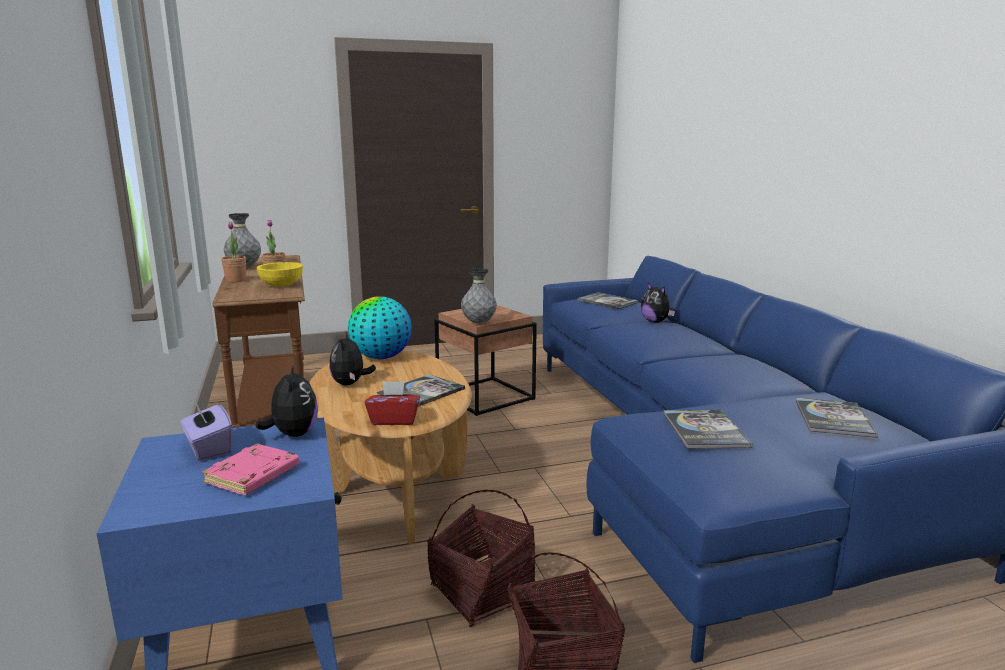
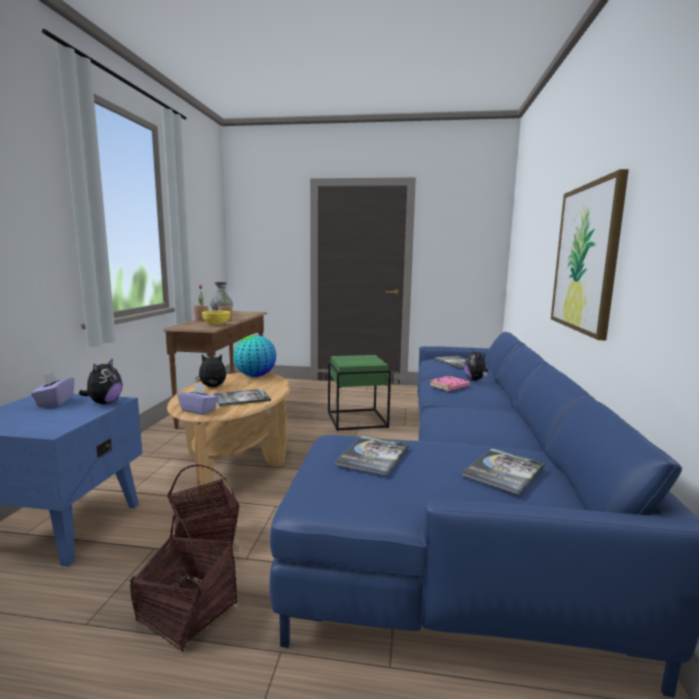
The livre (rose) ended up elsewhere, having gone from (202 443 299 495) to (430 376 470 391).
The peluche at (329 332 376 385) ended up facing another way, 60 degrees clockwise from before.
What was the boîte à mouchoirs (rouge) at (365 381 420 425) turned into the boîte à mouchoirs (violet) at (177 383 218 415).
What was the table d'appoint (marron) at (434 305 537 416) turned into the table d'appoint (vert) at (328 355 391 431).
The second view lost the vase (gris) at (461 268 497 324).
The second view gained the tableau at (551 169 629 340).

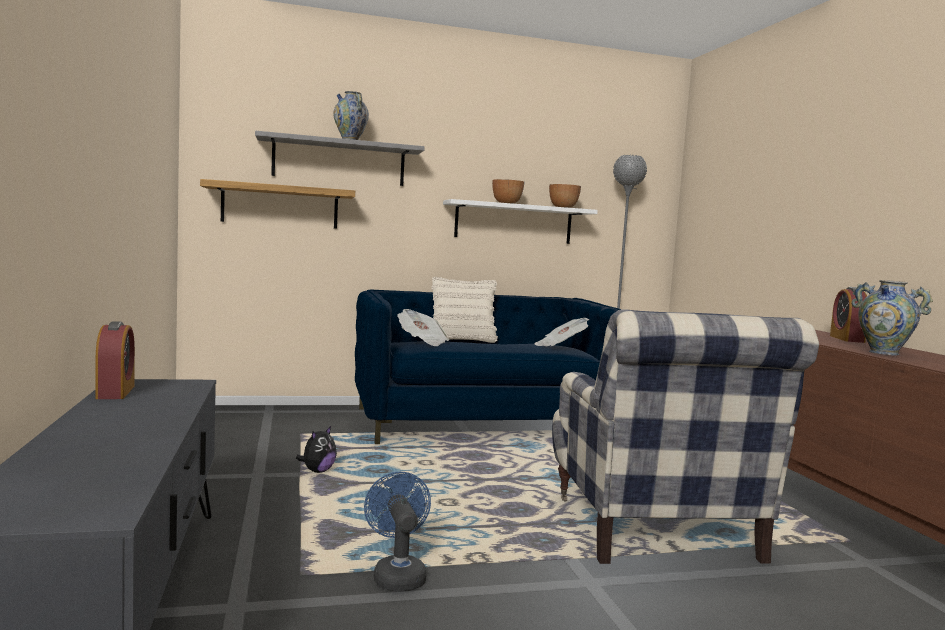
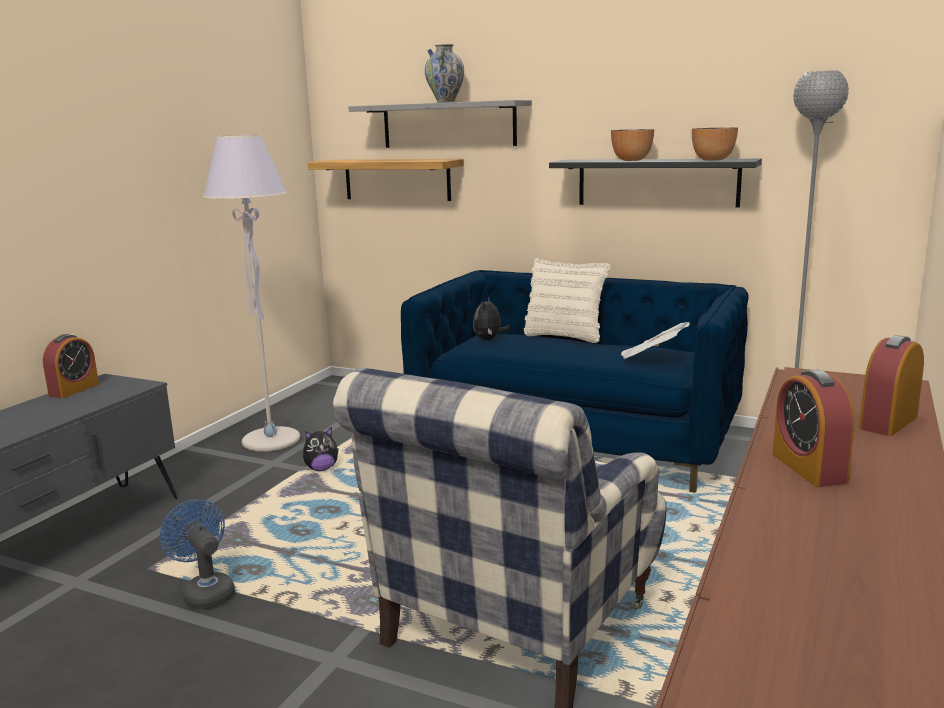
The ventilateur (bleu) at (364 472 431 591) ended up facing another way, 60 degrees counterclockwise from before.
Where the journal stood at (397 309 449 346), the peluche came to stand at (473 296 511 340).
What was the étagère (blanc) at (443 199 598 244) turned into the étagère (noir) at (549 159 762 208).
Where the vase stood at (851 280 933 355), the réveil came to stand at (773 370 855 487).
The second view gained the lampadaire (gris) at (203 135 300 452).

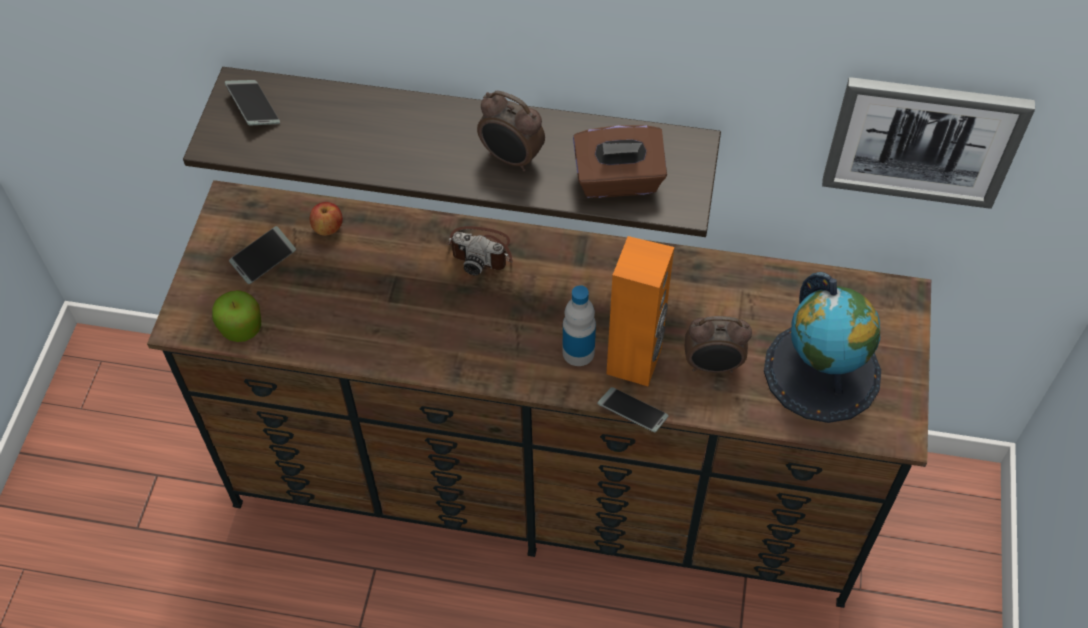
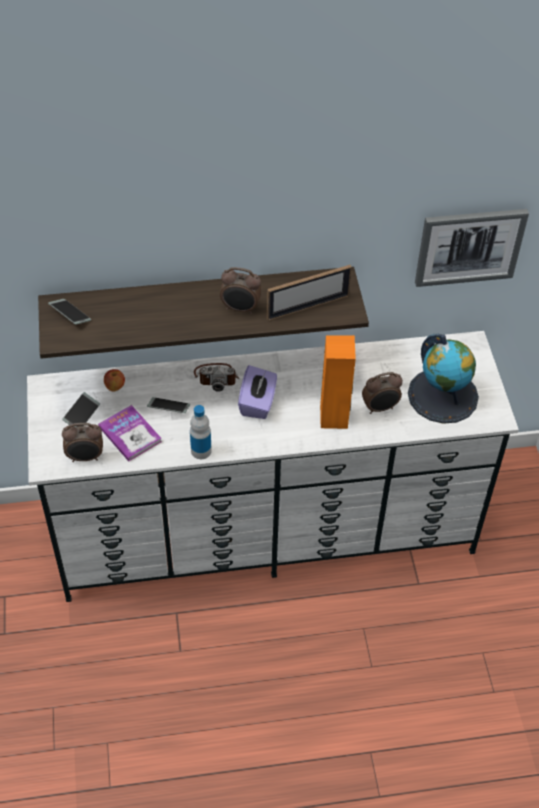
What was the commode (marron) at (147 180 931 608) turned into the commode (blanc) at (27 331 519 602).
Where the pomme stood at (212 290 261 342), the réveil came to stand at (62 423 103 462).
The bouteille ended up elsewhere, having gone from (563 285 596 366) to (190 405 212 459).
Where the boîte à mouchoirs (marron) stood at (573 125 667 198), the cadre photo came to stand at (267 265 352 321).
The téléphone ended up elsewhere, having gone from (597 387 669 432) to (147 397 190 413).
The second view gained the livre at (98 405 162 461).
The second view gained the boîte à mouchoirs (violet) at (238 365 277 419).

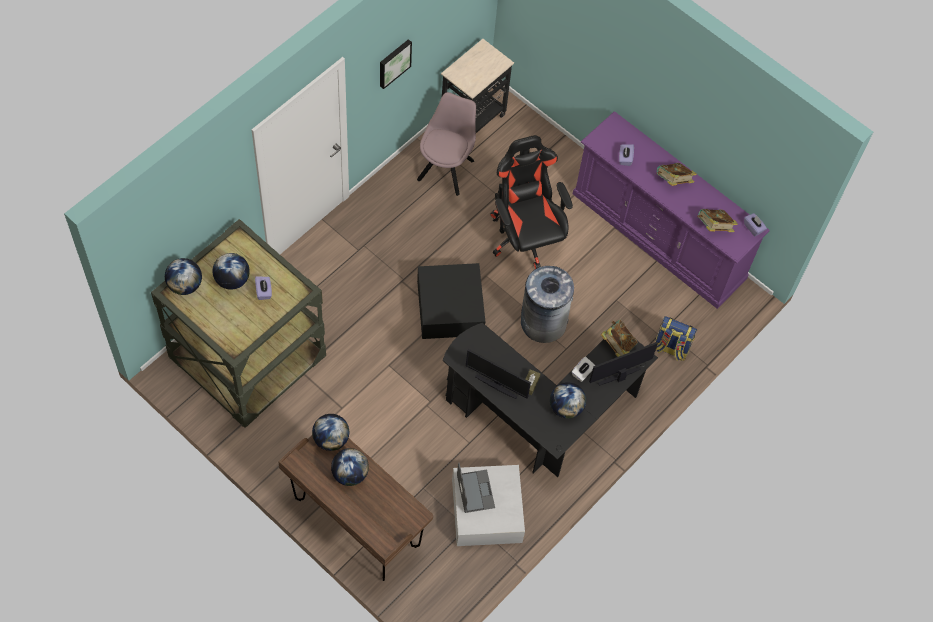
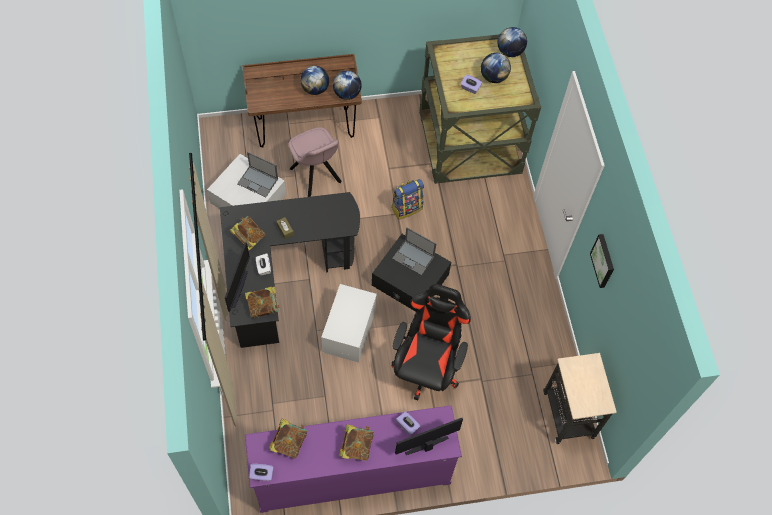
The chaise (rose) ended up elsewhere, having gone from (417 92 476 196) to (289 127 341 197).
The écran d'ordinateur ended up elsewhere, having gone from (466 349 531 399) to (395 418 463 455).
The chaise de bureau (noir) at (490 135 573 269) ended up facing another way, 90 degrees counterclockwise from before.
Where the poubelle (gris) stood at (521 264 574 343), the boîte de rangement (blanc) came to stand at (321 284 377 363).
Where the globe stood at (550 382 586 419), the livre came to stand at (230 216 265 251).
The sac à dos ended up elsewhere, having gone from (655 316 697 361) to (391 179 424 219).
The second view gained the ordinateur portable at (392 227 436 275).

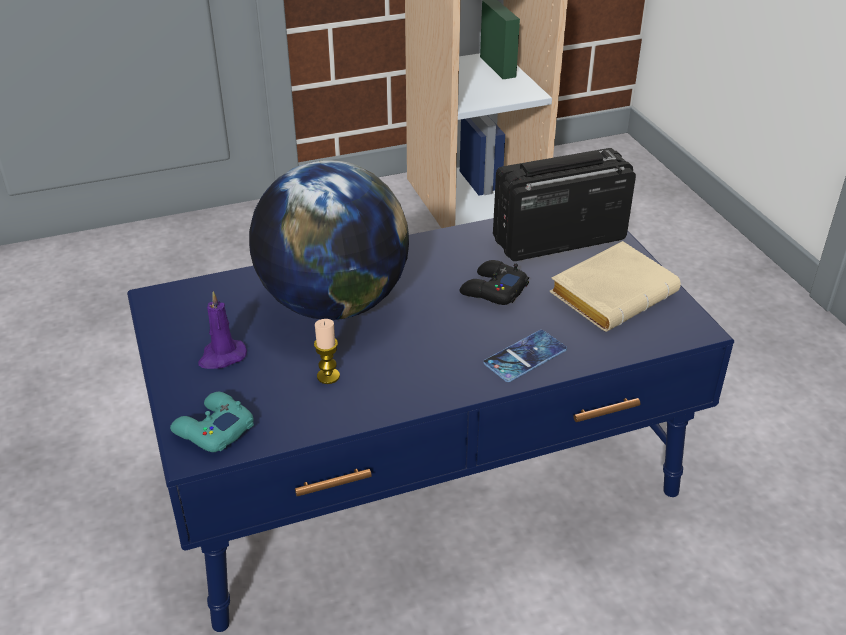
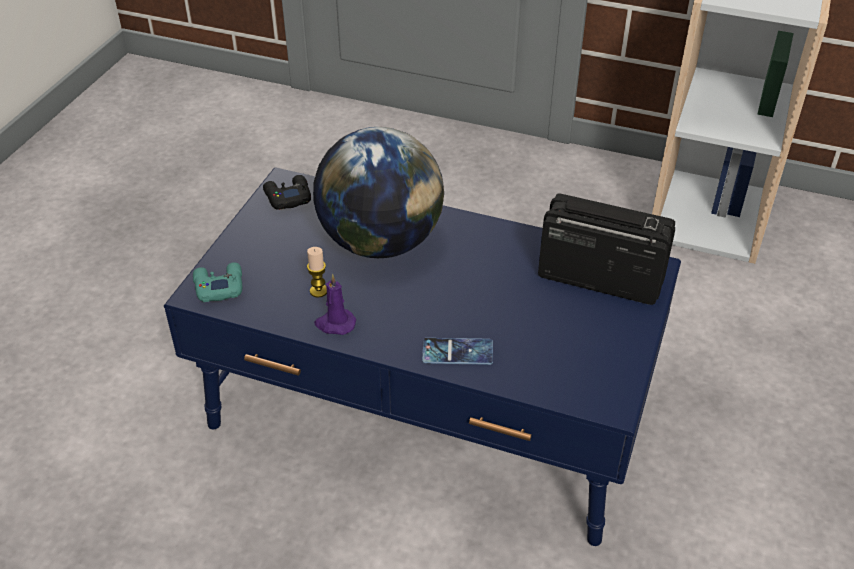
The bougie (violet) ended up elsewhere, having gone from (198 291 247 369) to (314 274 356 335).
The manette (noir) ended up elsewhere, having gone from (460 260 529 305) to (263 175 311 210).
The second view lost the livre (beige) at (549 241 681 332).

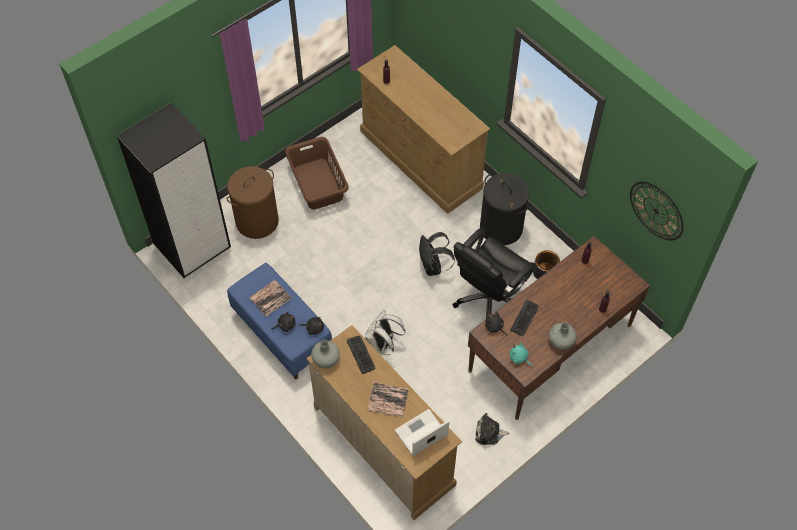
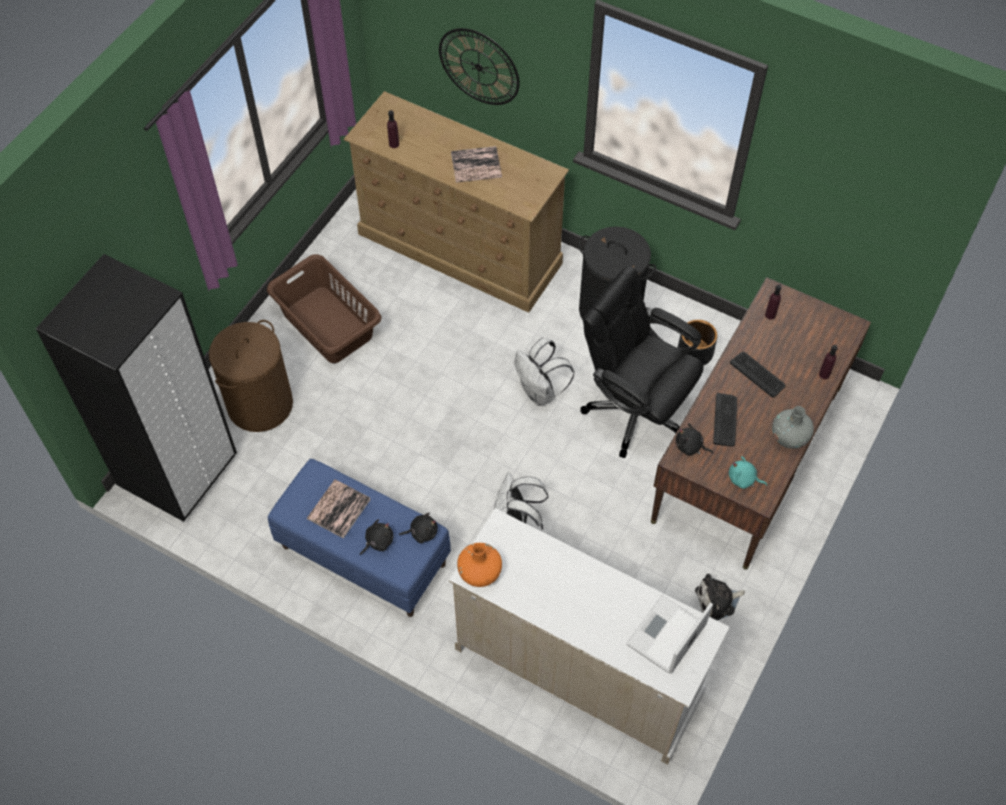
What was the commode (marron) at (306 325 462 520) turned into the commode (blanc) at (449 508 730 765).
What was the vase (gris) at (311 340 340 368) turned into the vase (orange) at (457 543 502 587).
The clavier ended up elsewhere, having gone from (347 336 375 374) to (730 352 786 398).
The livre ended up elsewhere, having gone from (367 383 409 418) to (451 146 502 183).
What was the sac à dos (noir) at (419 232 455 276) turned into the sac à dos (blanc) at (514 338 575 406).
The chaise de bureau (noir) at (452 228 535 319) ended up facing another way, 105 degrees clockwise from before.
The horloge murale ended up elsewhere, having gone from (630 181 684 241) to (439 28 520 105).

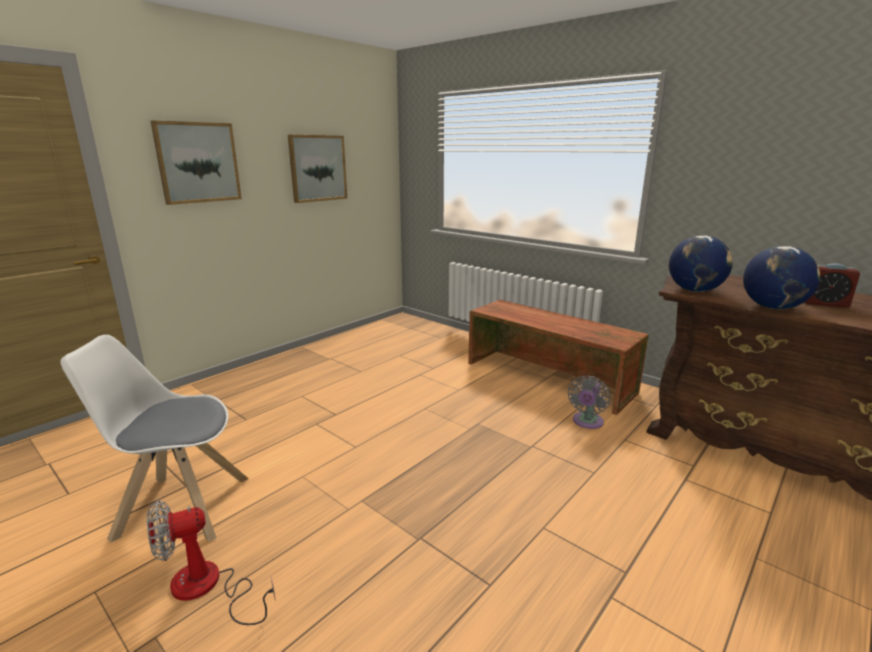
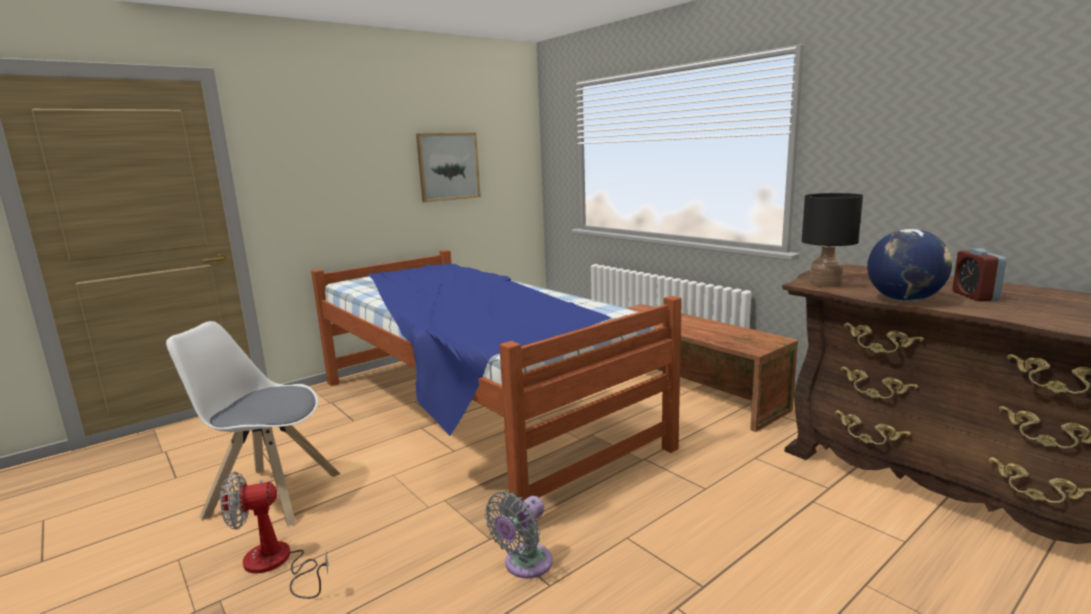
The second view lost the tableau at (151 121 242 205).
The ventilateur (gris) ended up elsewhere, having gone from (568 375 611 429) to (485 491 553 578).
Where the globe stood at (669 235 733 292), the lampe de table (noir) came to stand at (802 193 863 287).
The réveil at (805 263 860 308) ended up facing another way, 60 degrees clockwise from before.
The second view gained the lit at (311 250 682 532).

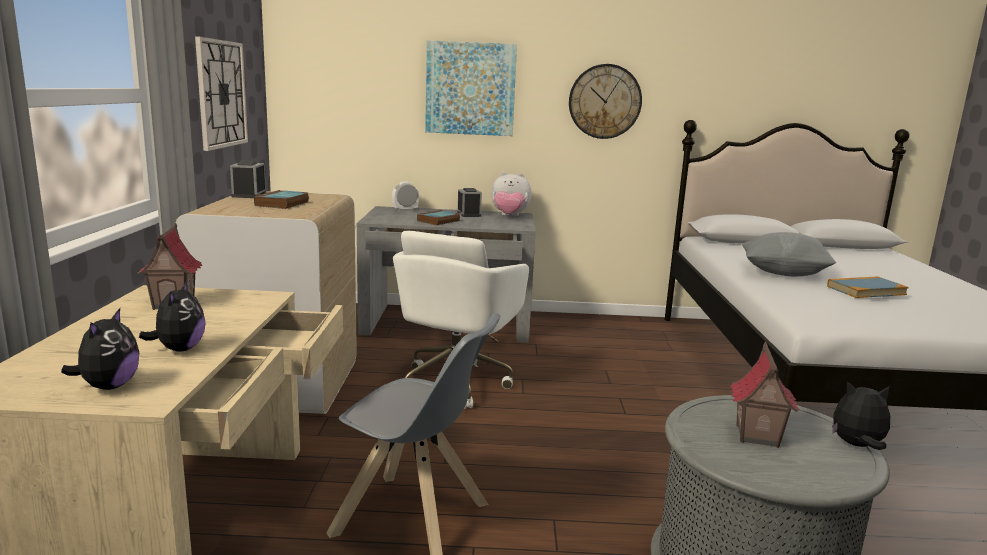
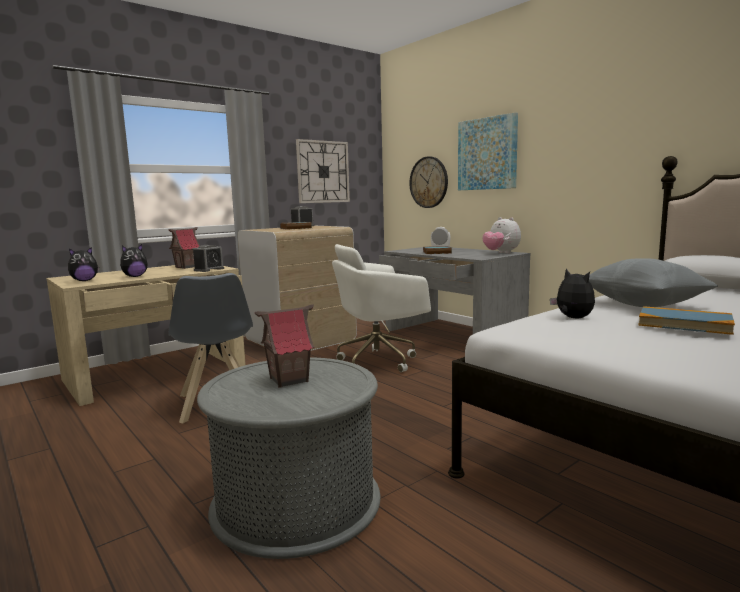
The réveil ended up elsewhere, having gone from (457 188 482 217) to (193 245 224 272).
The horloge murale ended up elsewhere, having gone from (569 64 642 139) to (410 156 448 208).
The peluche ended up elsewhere, having gone from (833 381 890 450) to (550 269 595 318).

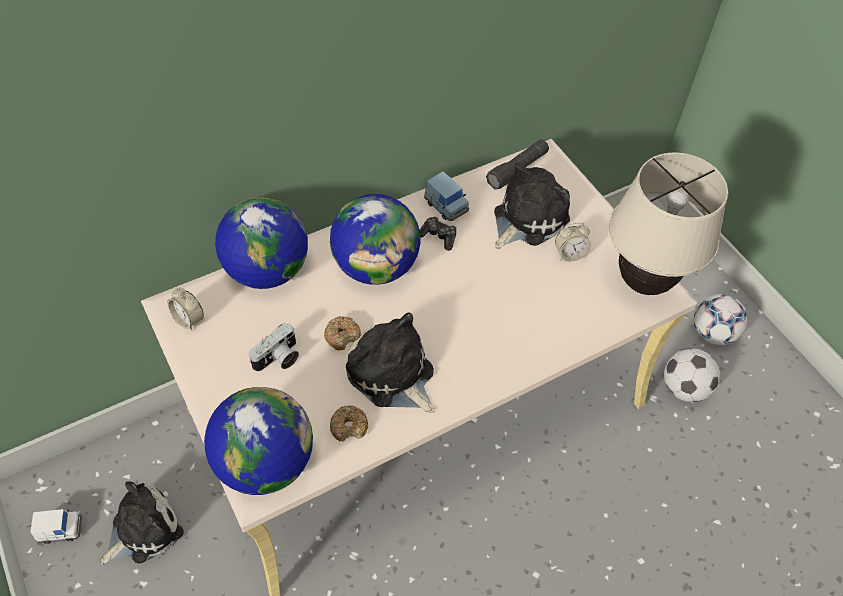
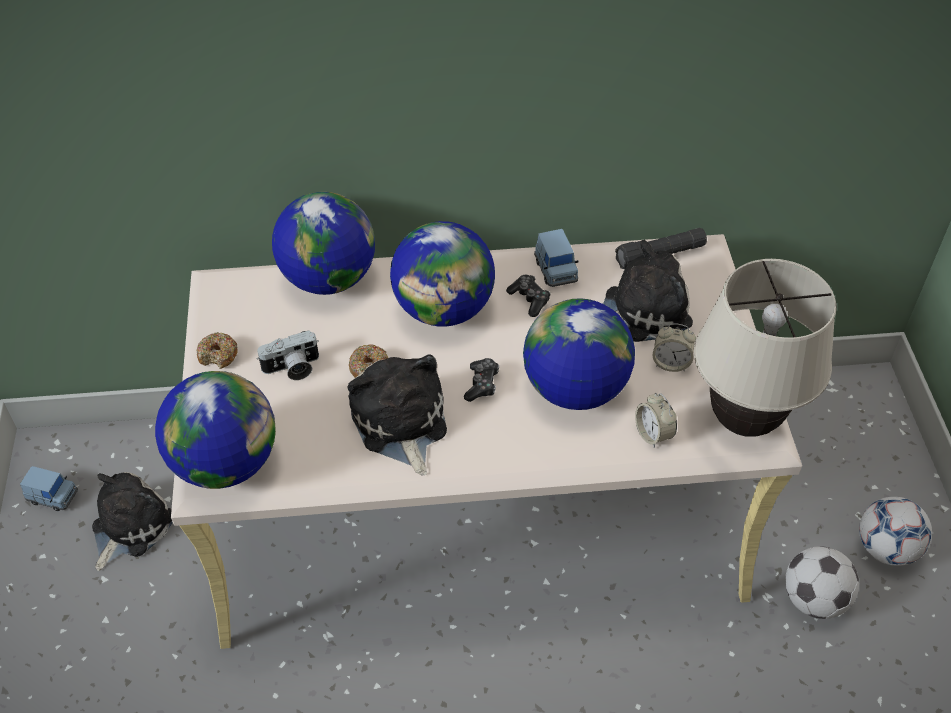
What was the petite voiture (blanc) at (30 509 82 544) turned into the petite voiture (bleu) at (20 466 78 511).
The peluche at (101 481 184 565) ended up facing another way, 45 degrees counterclockwise from before.
The réveil ended up elsewhere, having gone from (167 287 204 330) to (635 393 677 448).
The beignet ended up elsewhere, having gone from (330 405 368 441) to (197 332 238 369).
The second view gained the manette at (464 358 499 402).
The second view gained the globe at (523 298 635 410).

